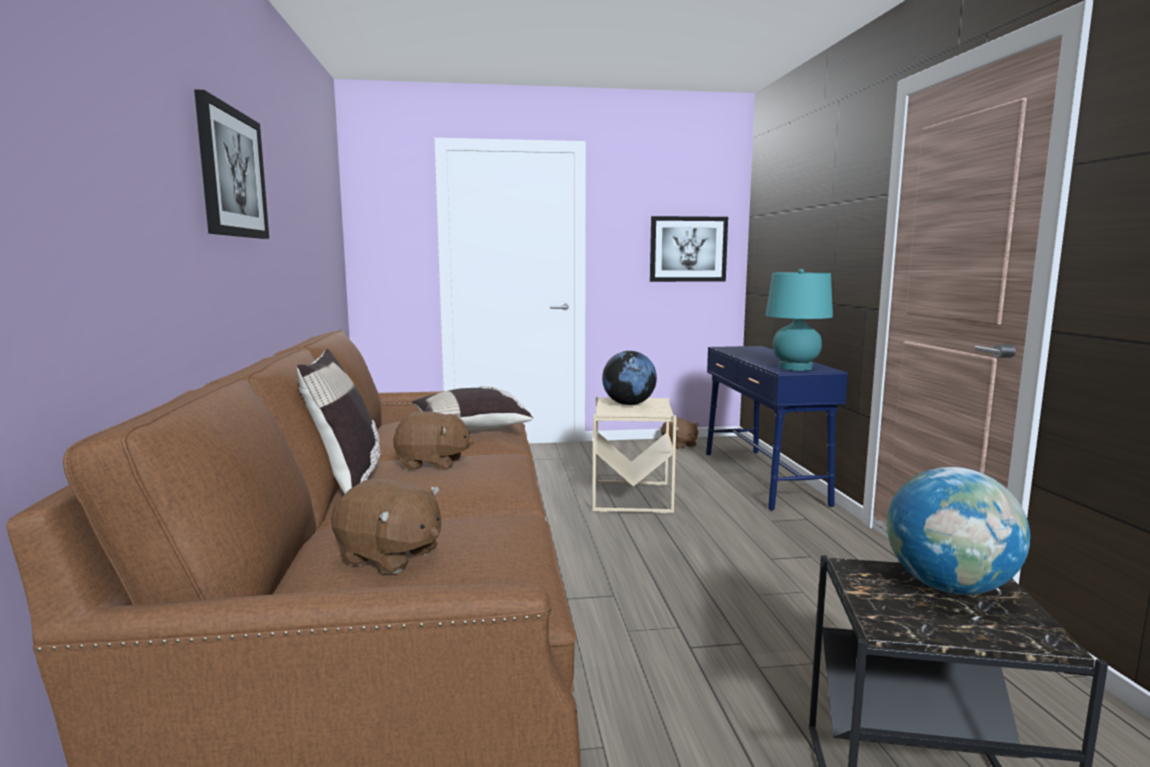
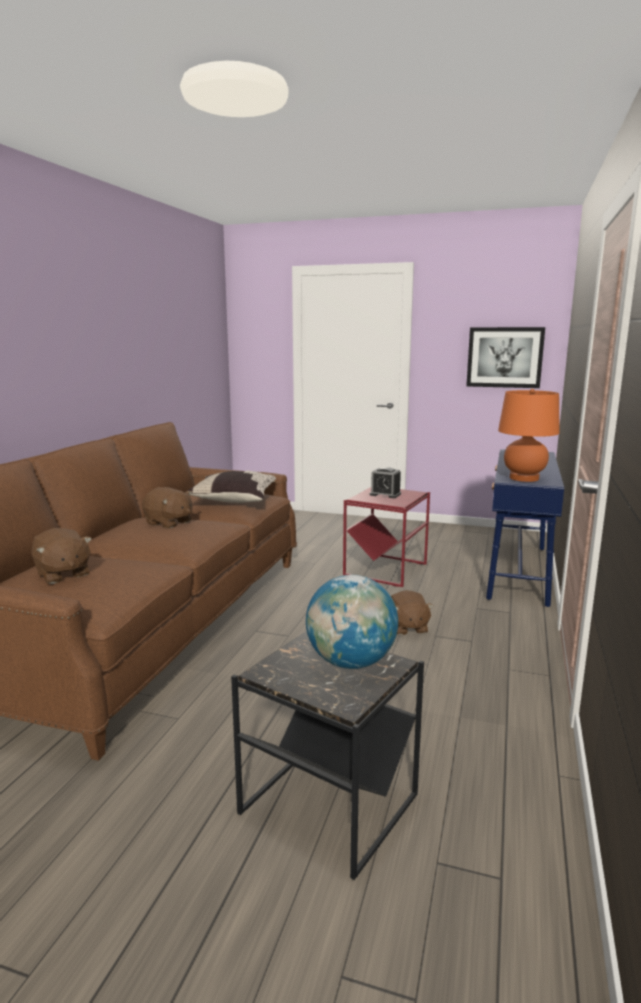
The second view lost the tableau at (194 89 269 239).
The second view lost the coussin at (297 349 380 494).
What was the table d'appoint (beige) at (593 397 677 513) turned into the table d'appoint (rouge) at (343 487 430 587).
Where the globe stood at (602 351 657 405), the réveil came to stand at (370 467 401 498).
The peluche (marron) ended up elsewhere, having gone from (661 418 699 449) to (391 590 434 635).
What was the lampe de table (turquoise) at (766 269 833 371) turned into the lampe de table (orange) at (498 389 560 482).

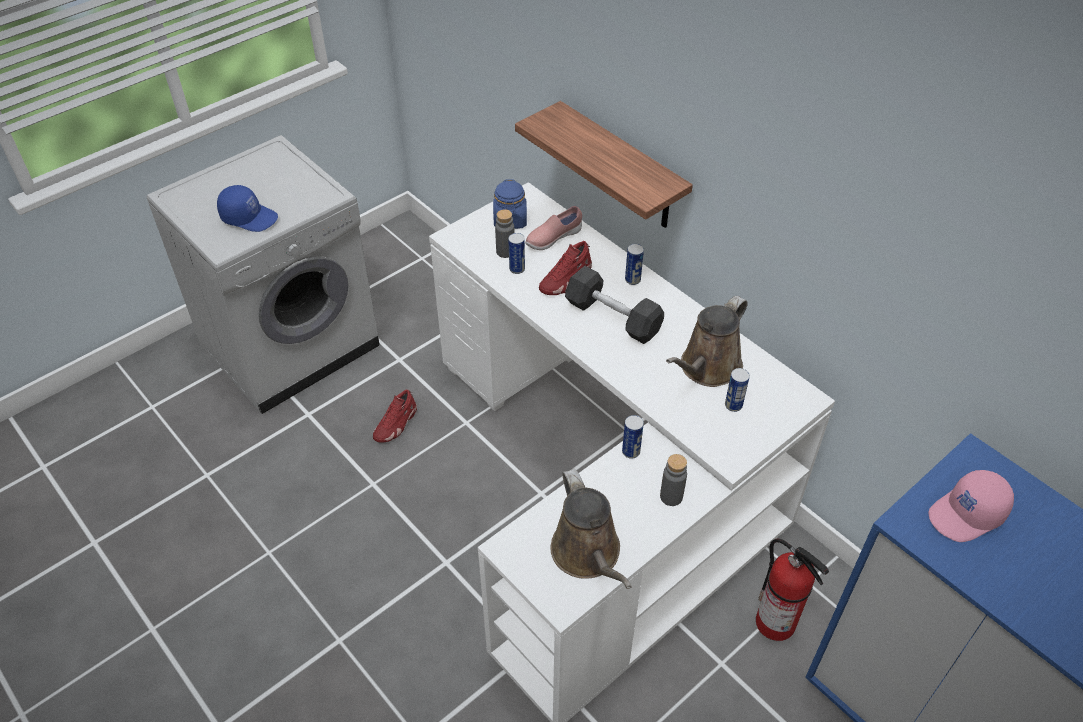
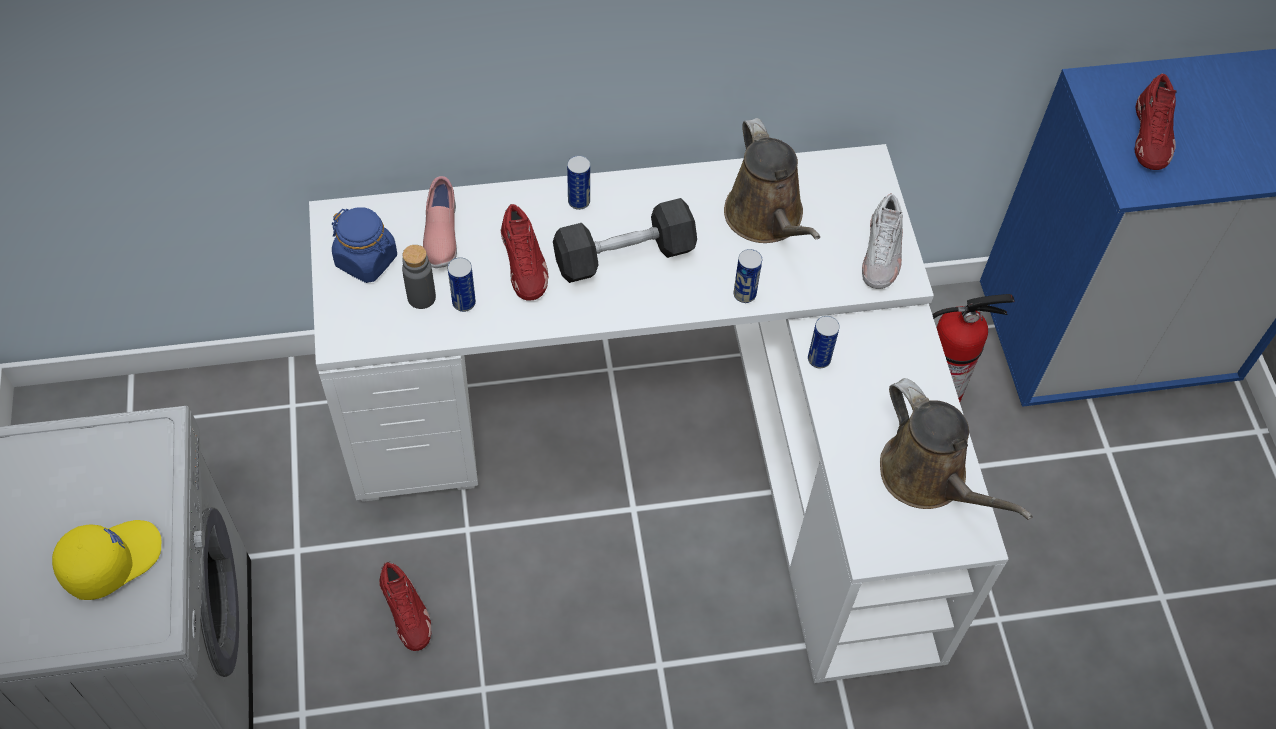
What was the casquette (bleu) at (217 185 278 232) turned into the casquette (jaune) at (52 520 161 600).
The second view lost the étagère at (515 101 693 228).
The arrosoir (marron) at (550 469 632 589) ended up facing another way, 45 degrees clockwise from before.
The second view lost the bouteille (gris) at (660 454 687 506).
The boîte métallique ended up elsewhere, having gone from (725 368 750 412) to (733 249 762 303).
Where the casquette (rose) stood at (928 470 1014 542), the chaussure (rouge) came to stand at (1135 73 1177 170).
The second view gained the chaussure (blanc) at (862 194 903 289).

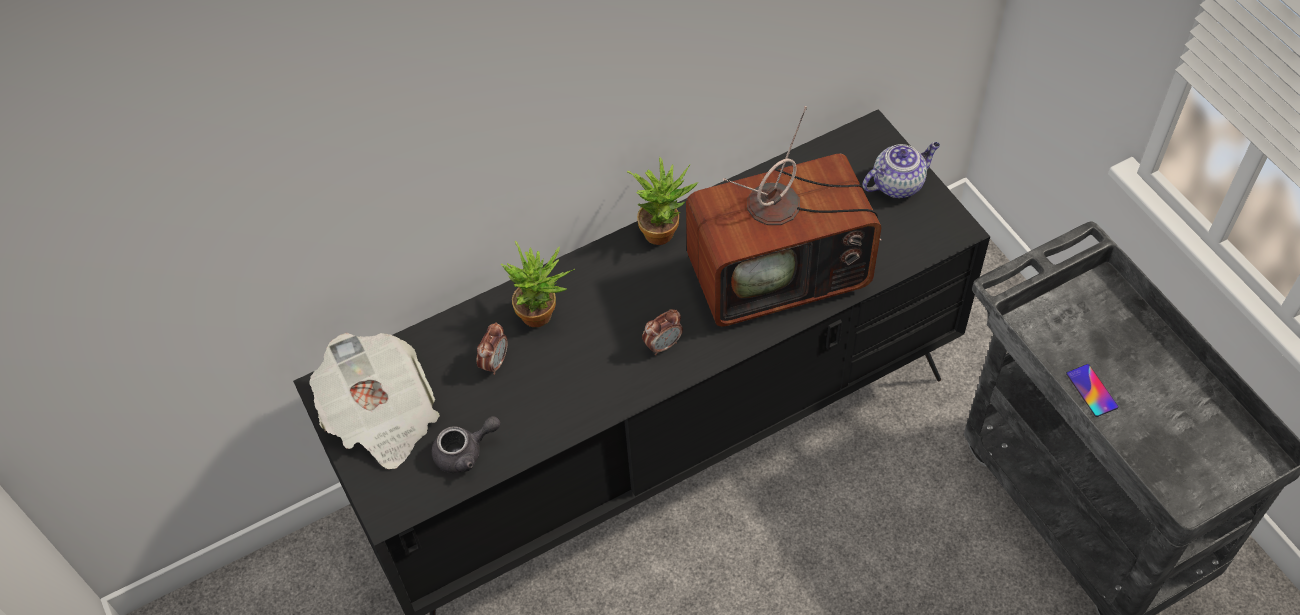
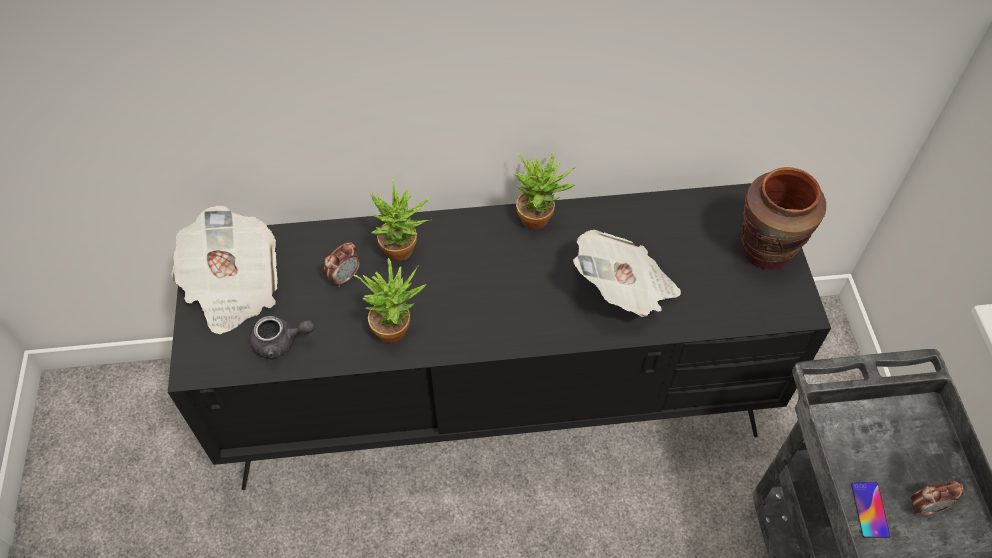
The réveil ended up elsewhere, having gone from (642 309 683 355) to (911 481 964 515).
Where the téléviseur stood at (686 106 881 326), the journal came to stand at (573 230 681 317).
Where the théière stood at (862 142 940 198), the vase (marron) came to stand at (741 167 826 270).
The second view gained the plante en pot at (354 258 427 343).

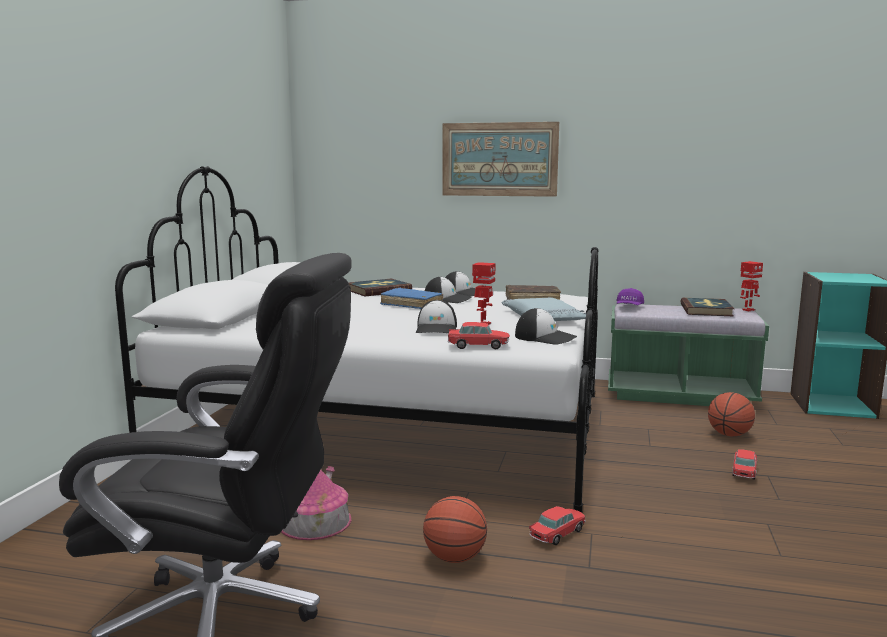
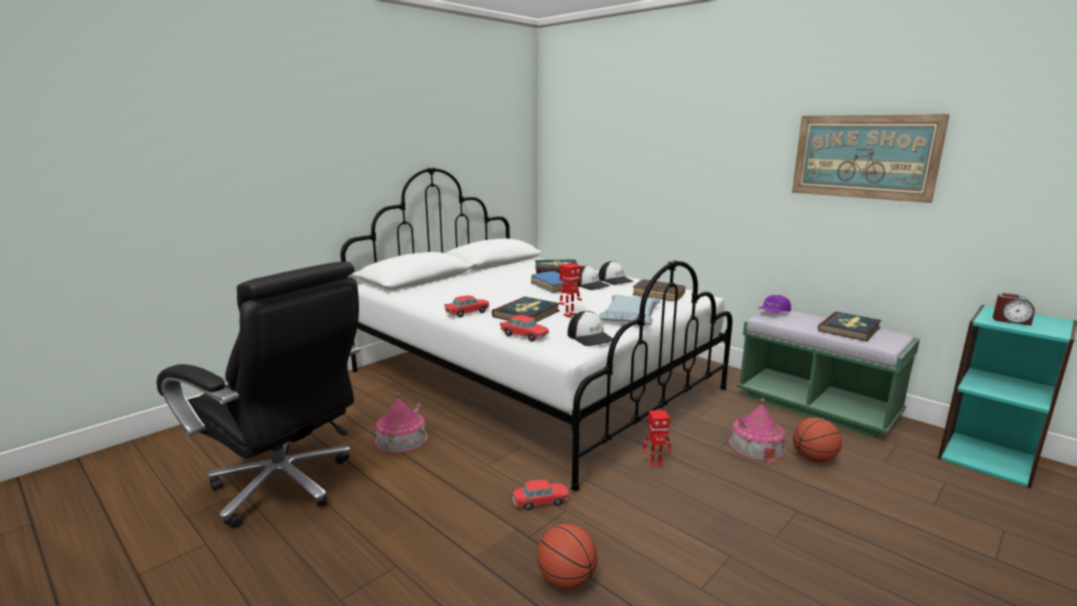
Where the casquette stood at (416 300 457 333), the livre came to stand at (492 297 560 322).
The ballon de basket ended up elsewhere, having gone from (423 496 487 563) to (537 524 598 590).
The tableau ended up elsewhere, having gone from (443 122 559 197) to (792 114 950 203).
The petite voiture ended up elsewhere, having gone from (732 449 757 480) to (444 295 489 318).
The robot jouet ended up elsewhere, having gone from (740 261 763 311) to (642 410 672 468).
The second view gained the maison miniature at (729 398 786 463).
The second view gained the réveil at (993 293 1035 326).

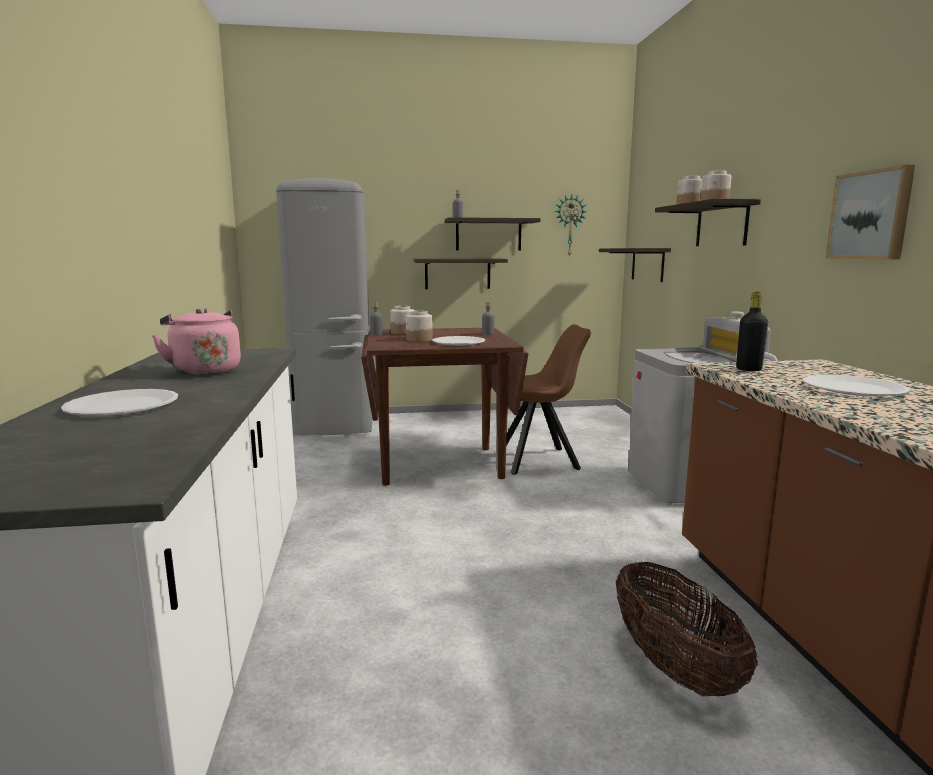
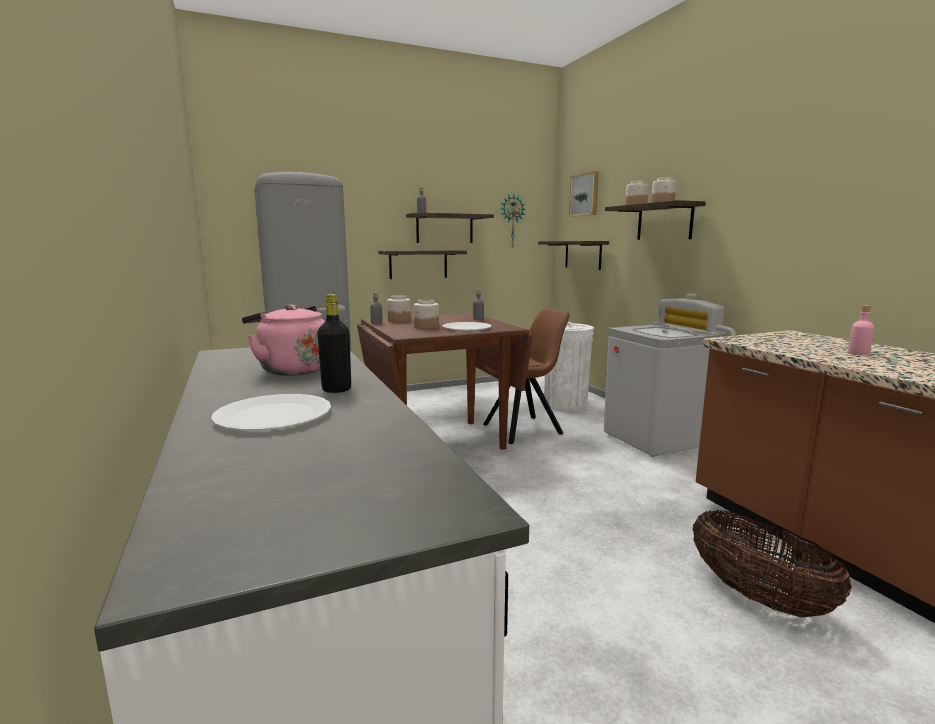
The bouteille (noir) ended up elsewhere, having gone from (736 291 768 371) to (317 294 351 393).
Where the assiette (blanc) stood at (803 375 910 396), the bouteille (rose) came to stand at (848 305 874 355).
The tableau ended up elsewhere, having gone from (825 164 915 260) to (569 171 599 217).
The second view gained the poubelle (blanc) at (544 322 594 411).

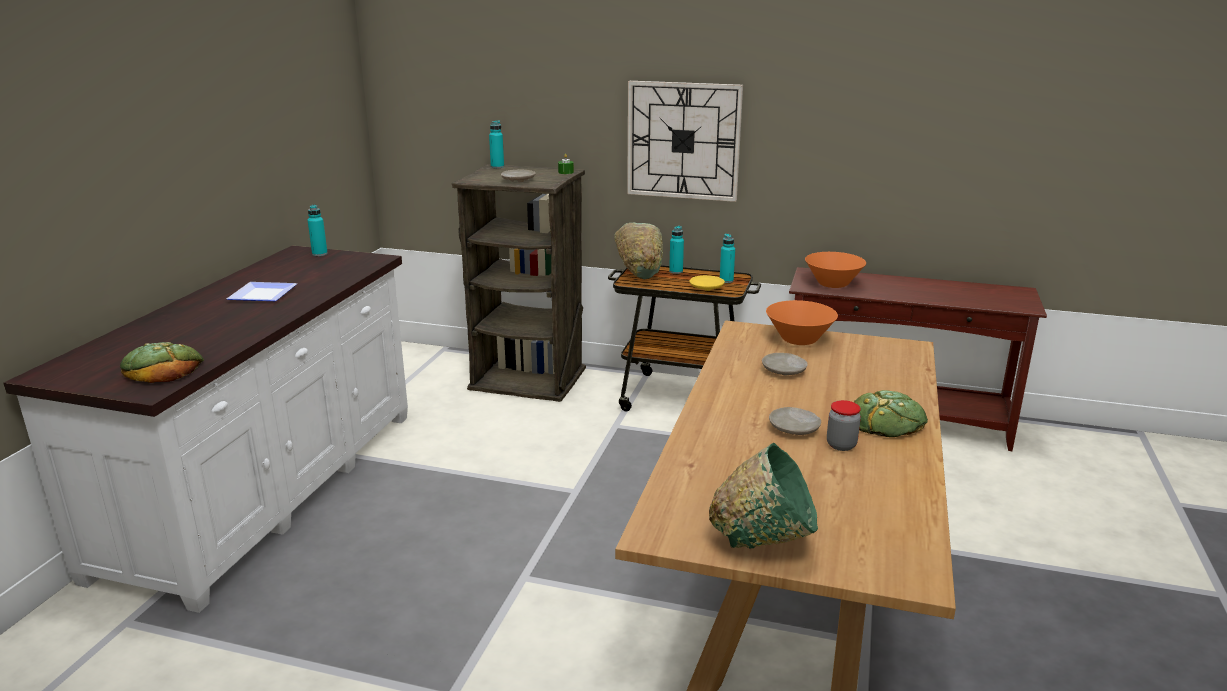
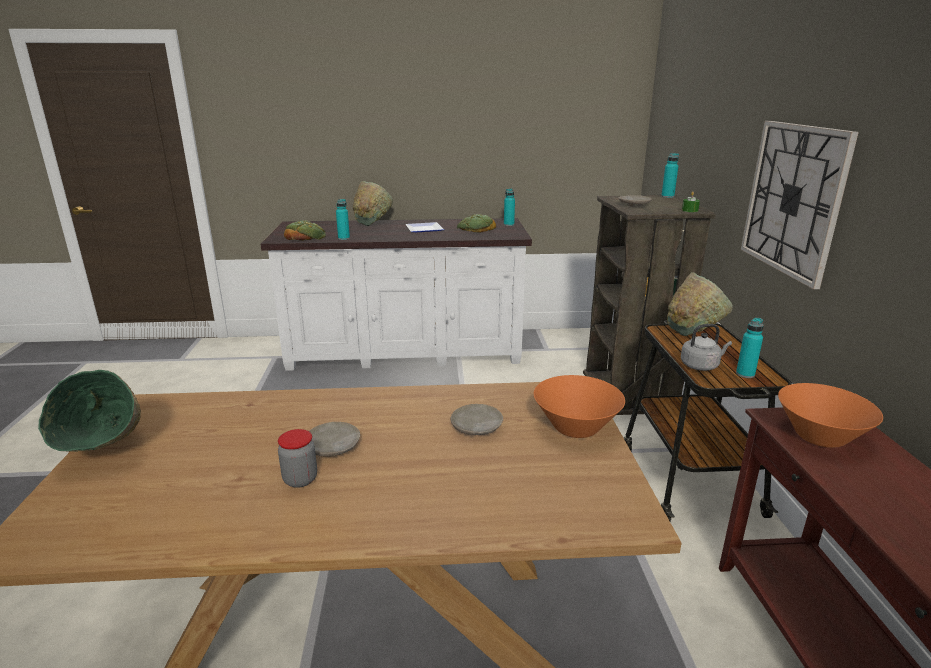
The bouteille (turquoise) ended up elsewhere, having gone from (669 226 684 274) to (336 199 350 240).
Where the assiette (jaune) stood at (689 275 725 291), the bouilloire (gris) came to stand at (681 324 732 371).
The pain ended up elsewhere, having gone from (854 390 928 437) to (457 214 496 233).
The second view gained the bol (vert) at (353 181 393 226).

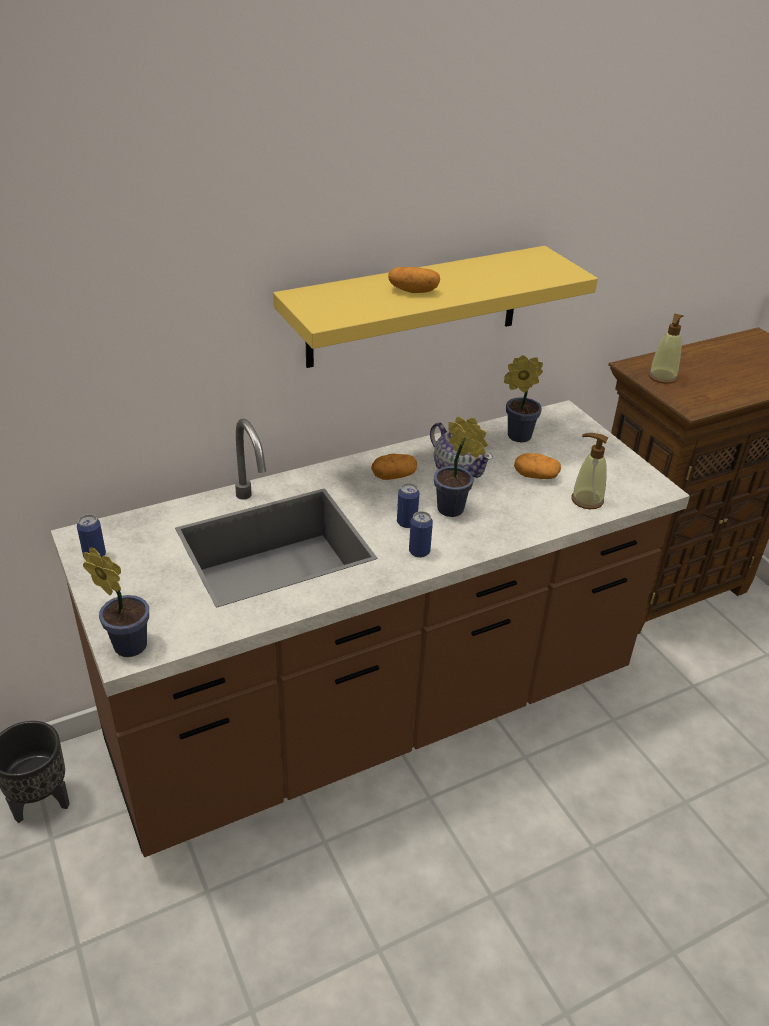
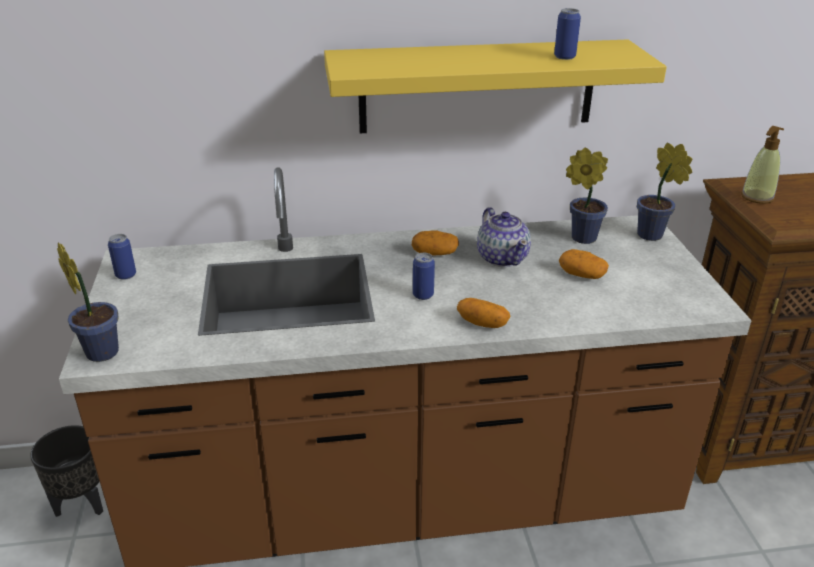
The pomme de terre ended up elsewhere, having gone from (388 267 440 293) to (457 298 511 328).
The boîte métallique ended up elsewhere, having gone from (409 511 433 558) to (554 8 581 60).
The plante en pot ended up elsewhere, having gone from (434 416 488 517) to (637 143 692 241).
The second view lost the distributeur de savon at (572 433 608 510).

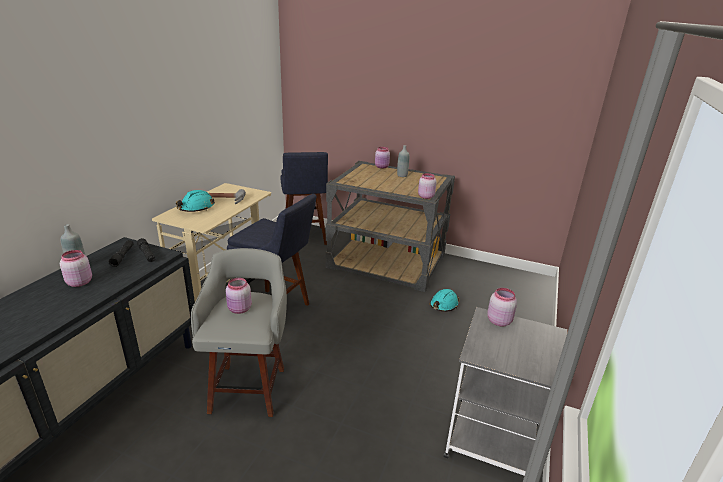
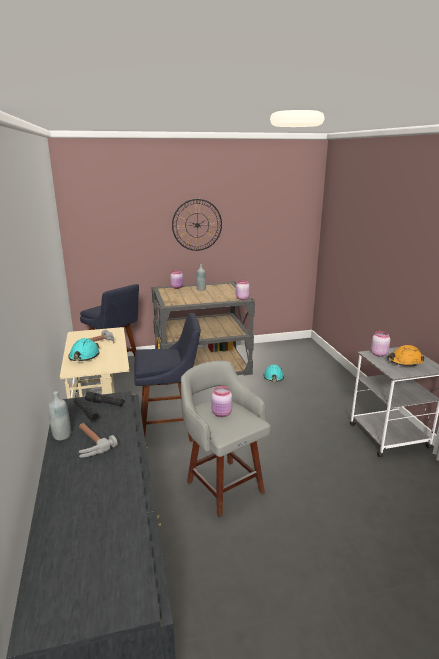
Where the bocal (rose) stood at (60 250 92 287), the marteau came to stand at (79 423 118 458).
The second view gained the horloge murale at (172 199 222 251).
The second view gained the casque de chantier (orange) at (387 345 424 367).

